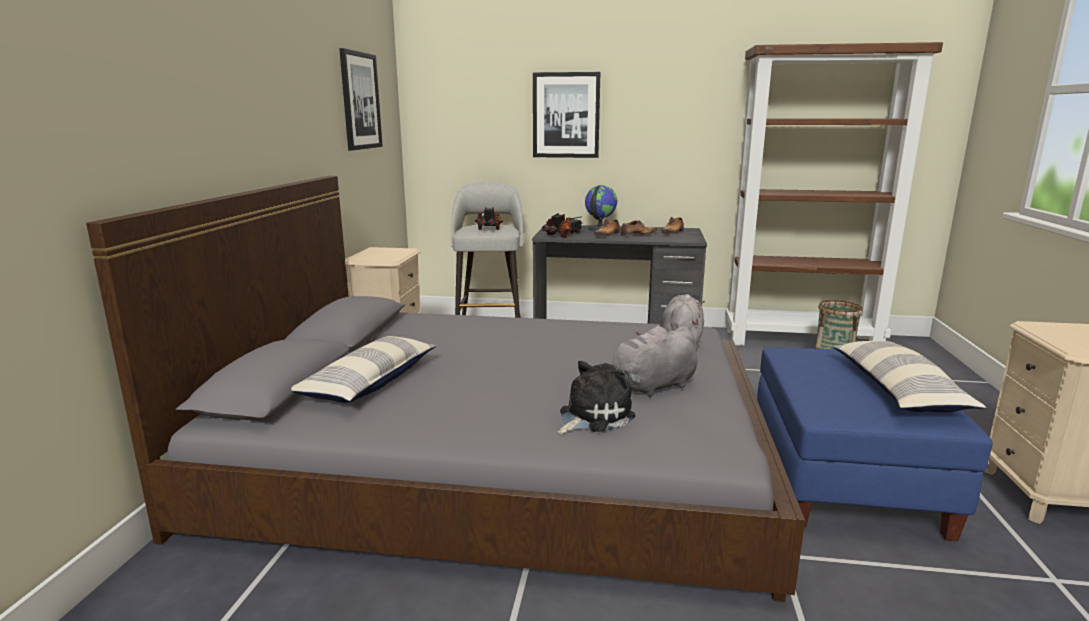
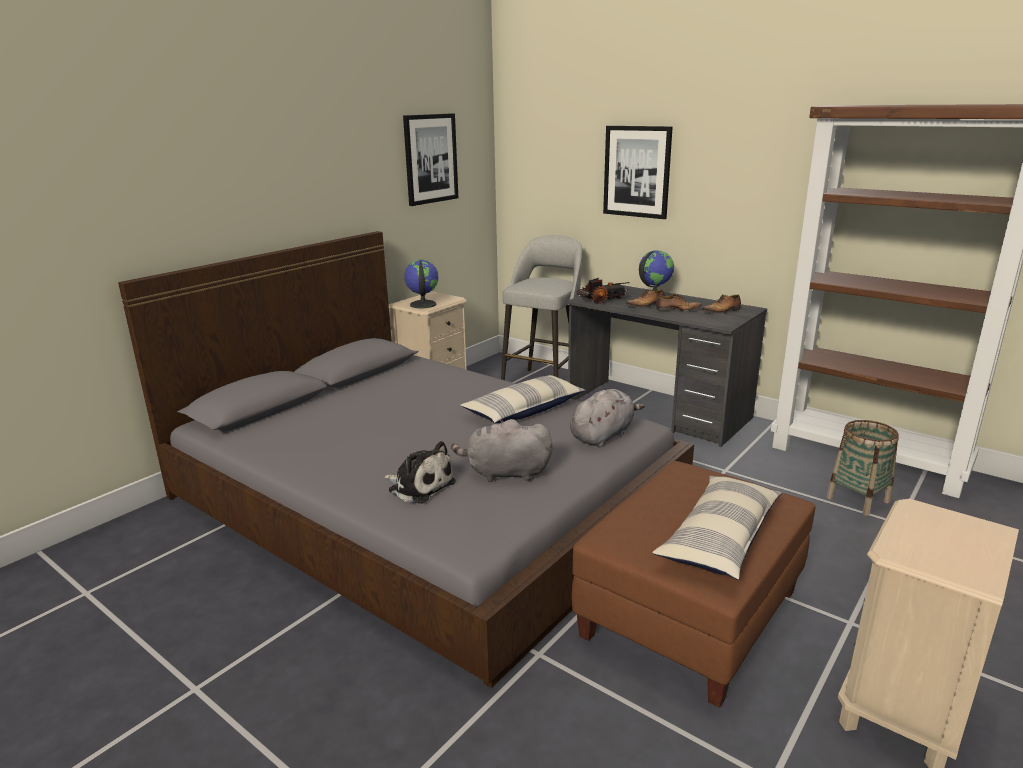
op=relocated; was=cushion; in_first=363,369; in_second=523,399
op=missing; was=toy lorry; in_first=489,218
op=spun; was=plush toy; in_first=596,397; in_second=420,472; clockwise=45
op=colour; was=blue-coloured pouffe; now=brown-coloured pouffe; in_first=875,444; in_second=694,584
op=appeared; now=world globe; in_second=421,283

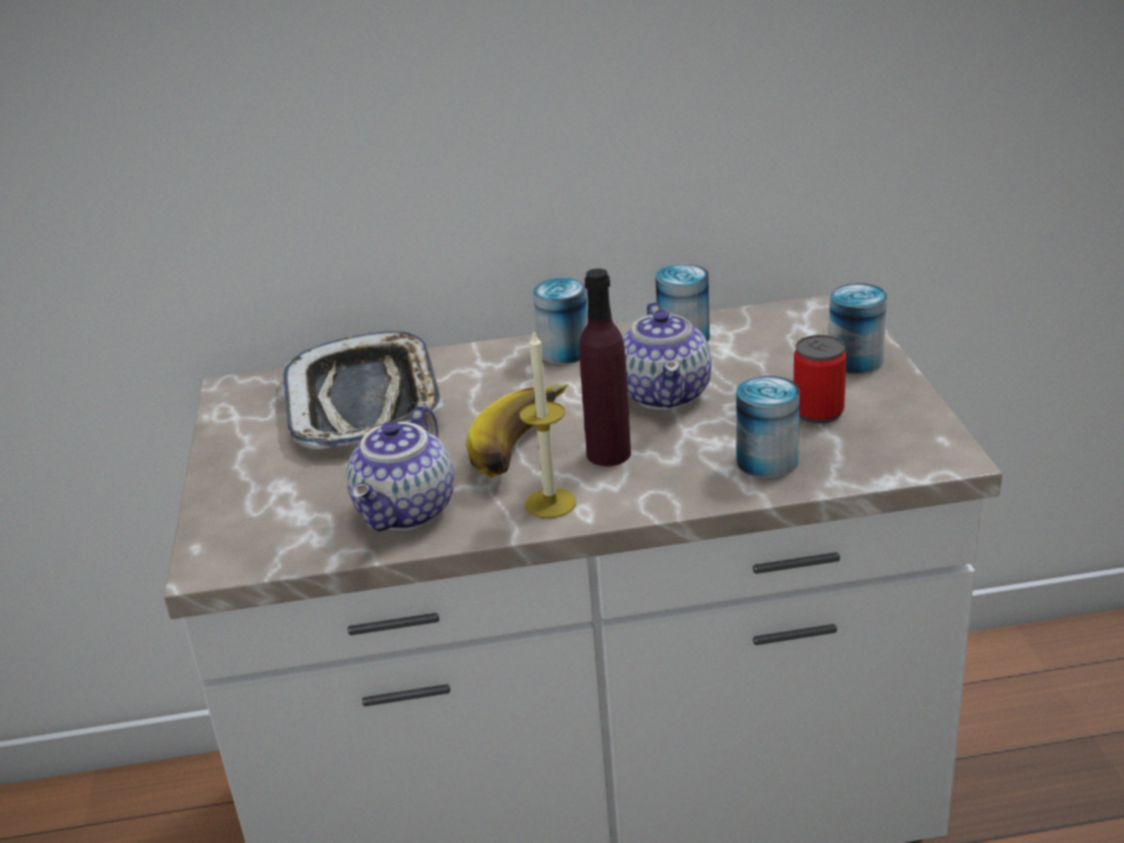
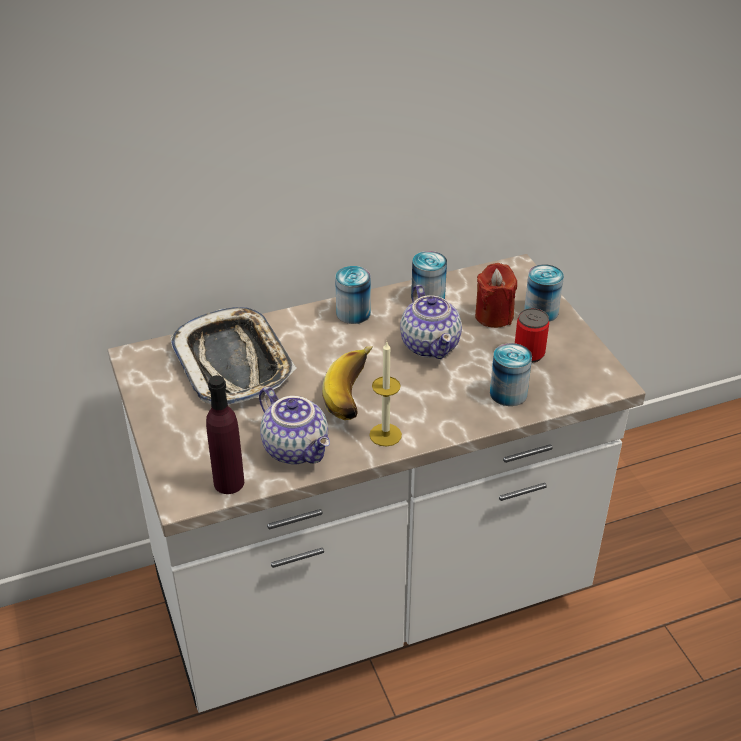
op=spun; was=teapot; in_first=400,468; in_second=294,426; clockwise=-45
op=relocated; was=purple drink bottle; in_first=605,367; in_second=225,434
op=appeared; now=reddish candle; in_second=496,295

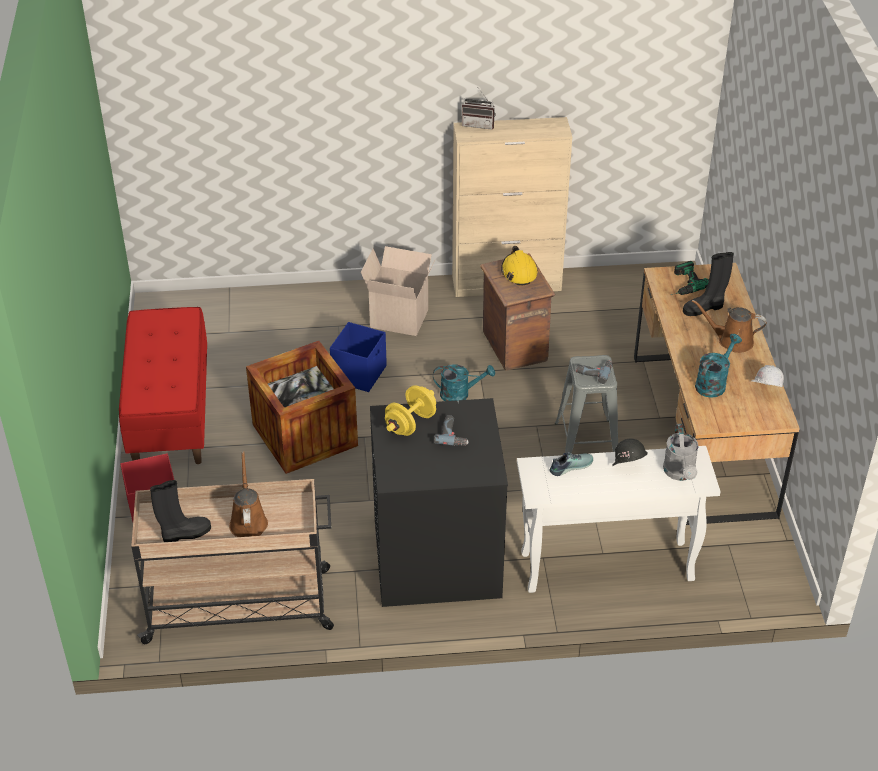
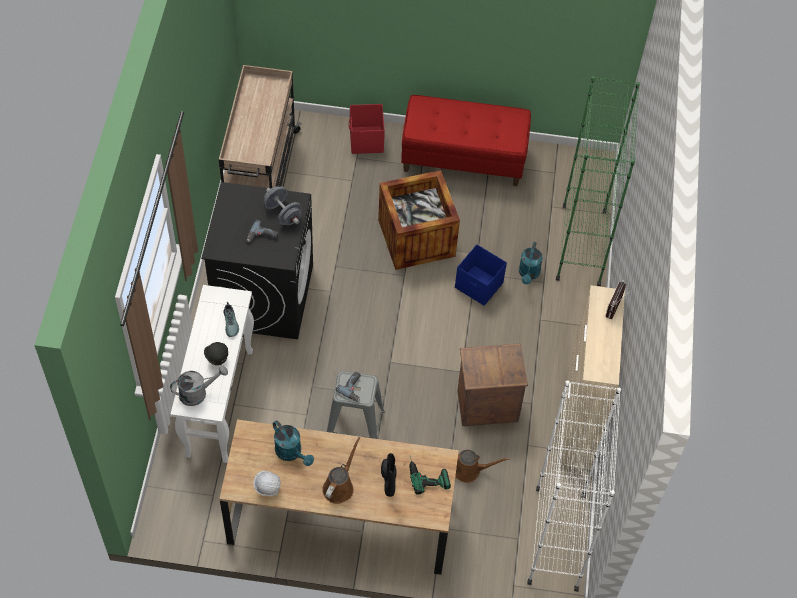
op=missing; was=black-coloured high-top boot; in_first=180,511
op=relocated; was=brown-coloured watering pot; in_first=248,494; in_second=482,466
op=missing; was=carton; in_first=398,291
op=colour; was=yellowish hand weight; now=greyish hand weight; in_first=410,410; in_second=282,205
op=relocated; was=blue-green watering pot; in_first=464,382; in_second=531,263
op=missing; was=yellowish work helmet; in_first=519,265
op=spun; was=greyish watering pot; in_first=681,452; in_second=199,385; clockwise=150
op=appeared; now=whitish bookcase; in_second=574,486
op=appeared; now=green bookcase; in_second=598,181

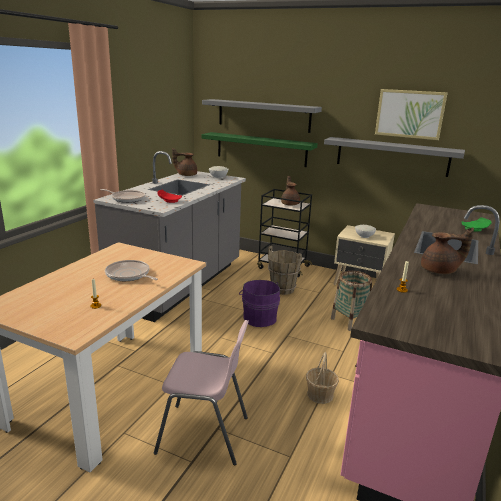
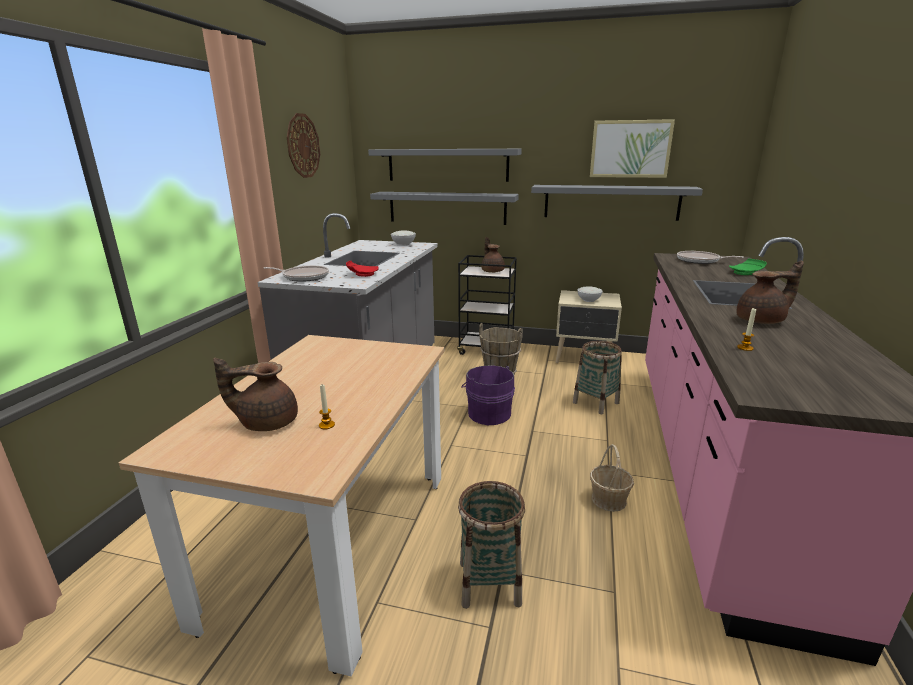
op=relocated; was=skillet; in_first=131,270; in_second=710,257
op=exchanged; was=pink-coloured plain chair; now=household basket; in_first=201,392; in_second=491,545
op=relocated; was=brown-coloured teapot; in_first=184,162; in_second=255,394
op=colour; was=green wall shelf; now=greyish wall shelf; in_first=259,149; in_second=444,208
op=appeared; now=hanging clock; in_second=303,145

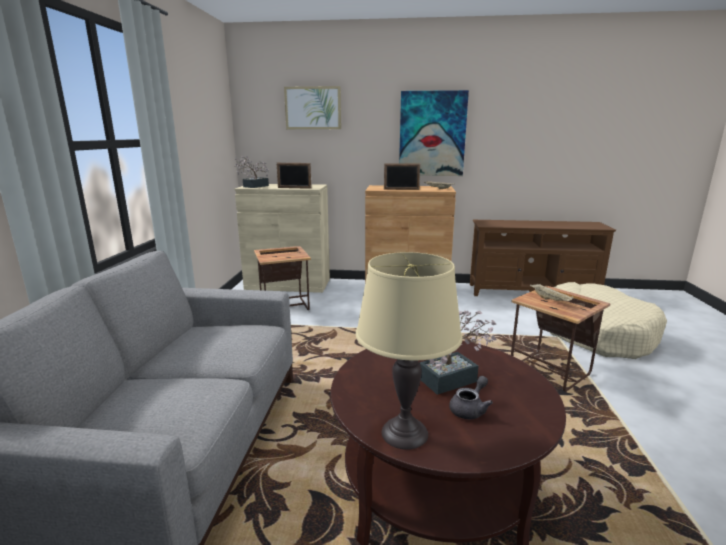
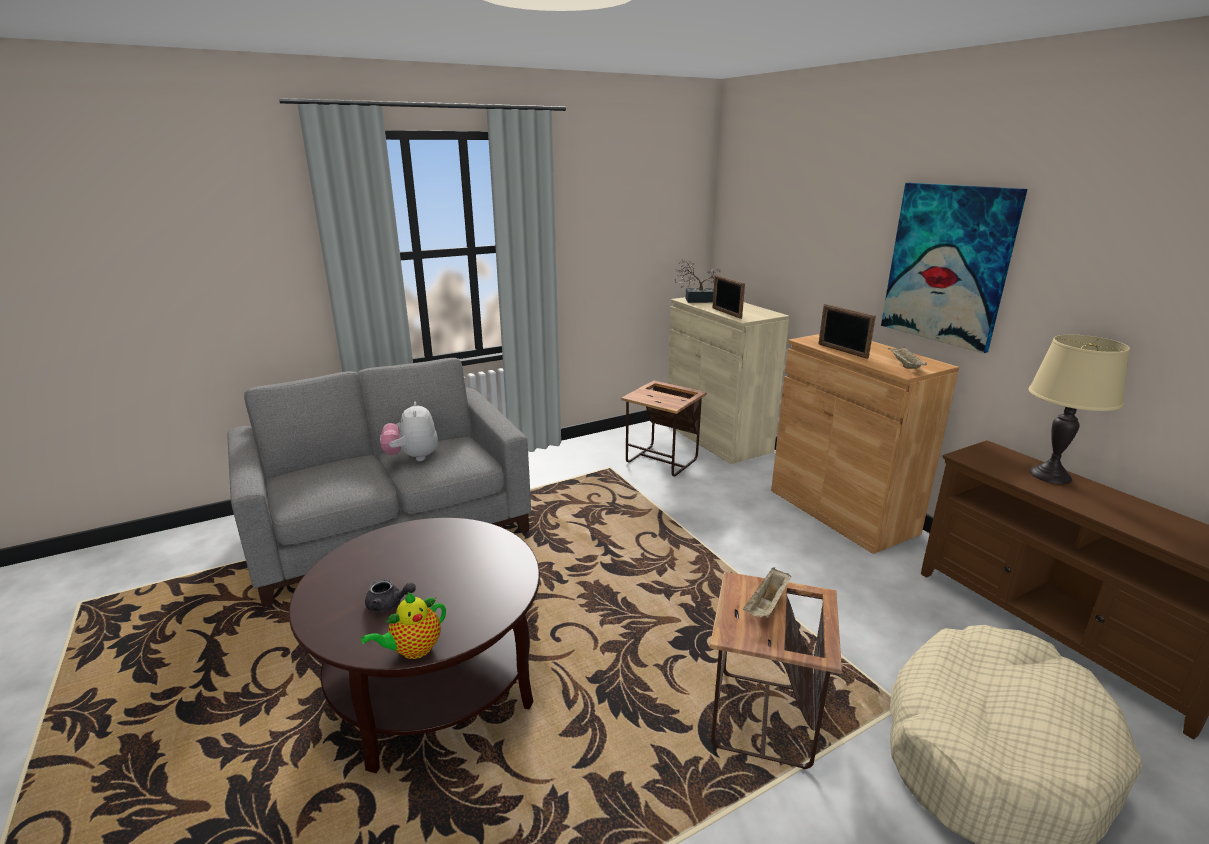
op=missing; was=wall picture; in_first=312,107
op=relocated; was=beige table lamp; in_first=409,351; in_second=1079,409
op=missing; was=potted plant; in_first=458,353
op=appeared; now=teapot; in_second=403,625
op=appeared; now=plush toy; in_second=409,431

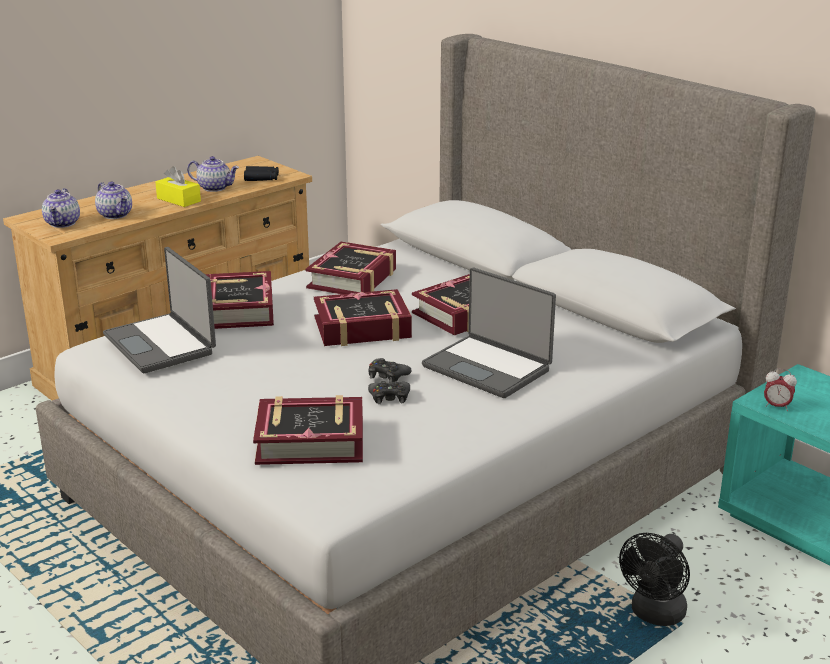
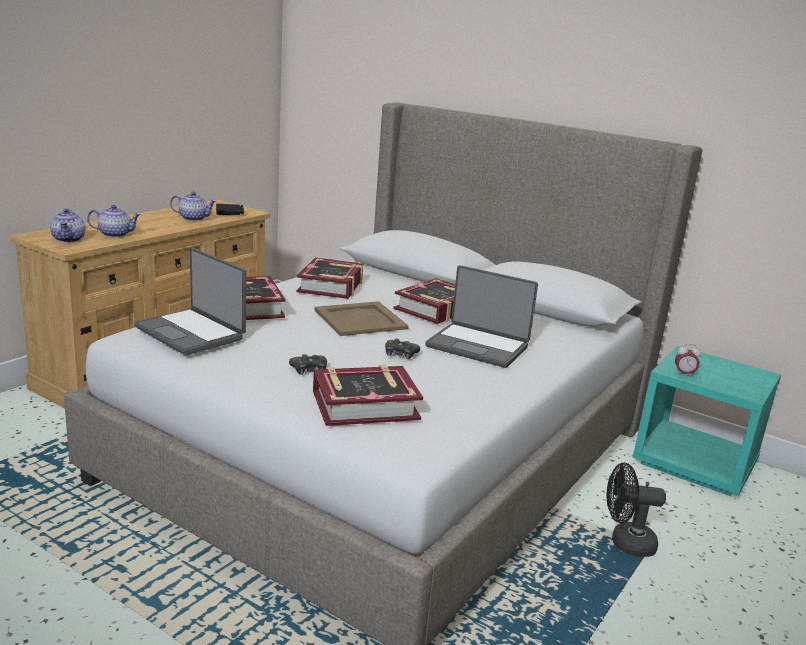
op=spun; was=teapot; in_first=113,200; in_second=114,221; clockwise=-45
op=missing; was=yellowish box of tissues; in_first=178,186
op=exchanged; was=volume; now=beige carrying tray; in_first=363,317; in_second=361,318
op=relocated; was=black-coloured joypad; in_first=389,392; in_second=308,364
op=spun; was=black-coloured electric fan; in_first=654,579; in_second=636,510; clockwise=75

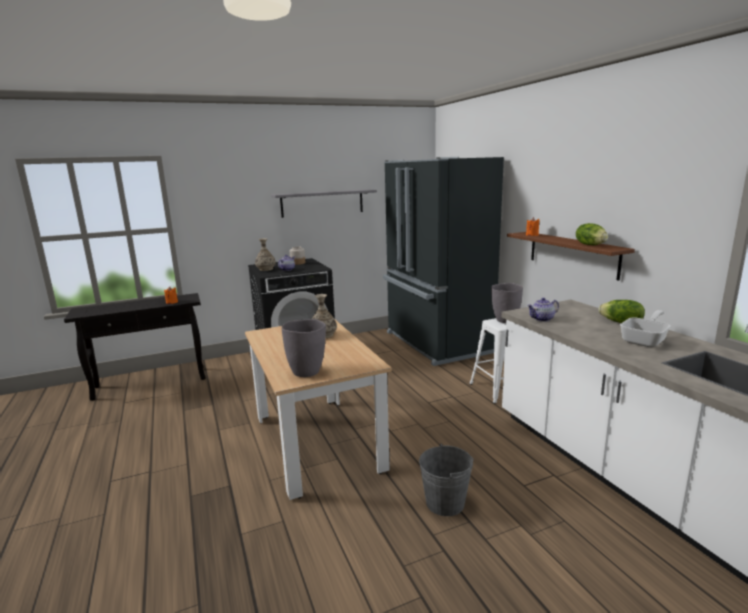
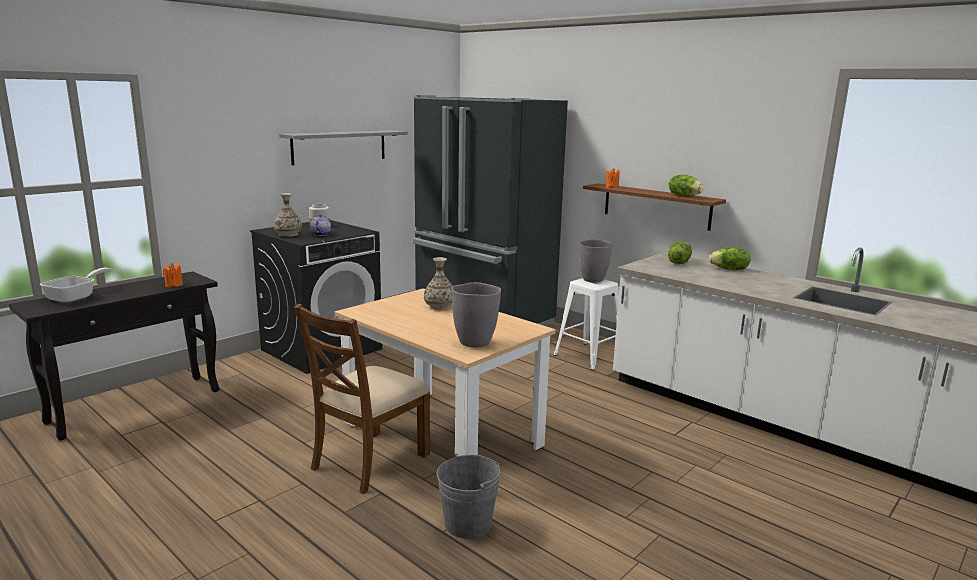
op=relocated; was=greyish water bucket; in_first=446,479; in_second=468,496
op=missing; was=teapot; in_first=543,310
op=relocated; was=skillet; in_first=645,328; in_second=76,285
op=appeared; now=brown-coloured plain chair; in_second=362,399
op=appeared; now=head of lettuce; in_second=680,252

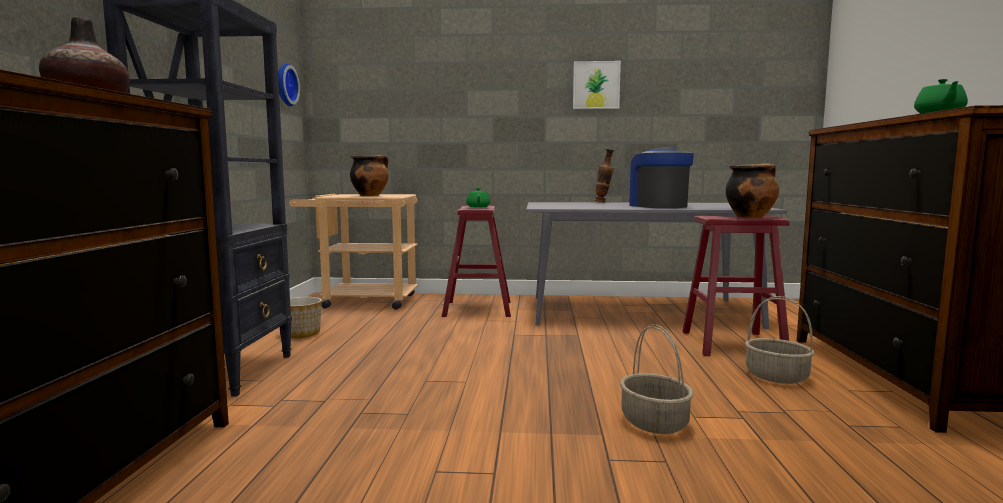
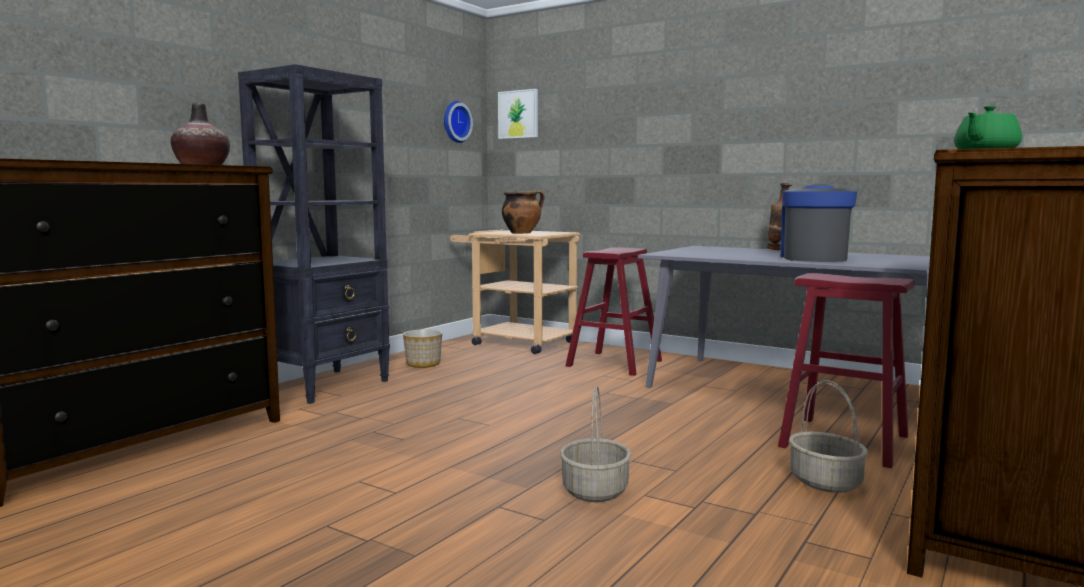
op=missing; was=green teapot; in_first=478,198
op=relocated; was=wall picture; in_first=597,85; in_second=518,114
op=missing; was=saucepot; in_first=752,190

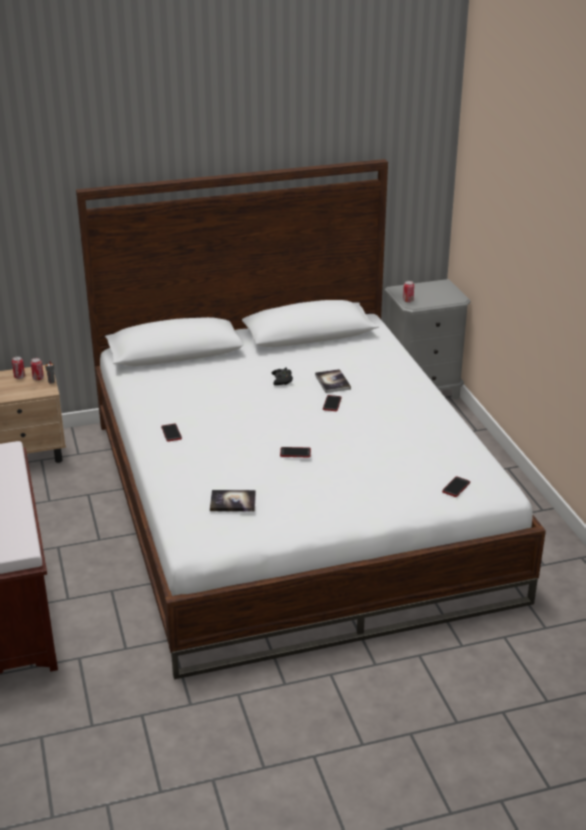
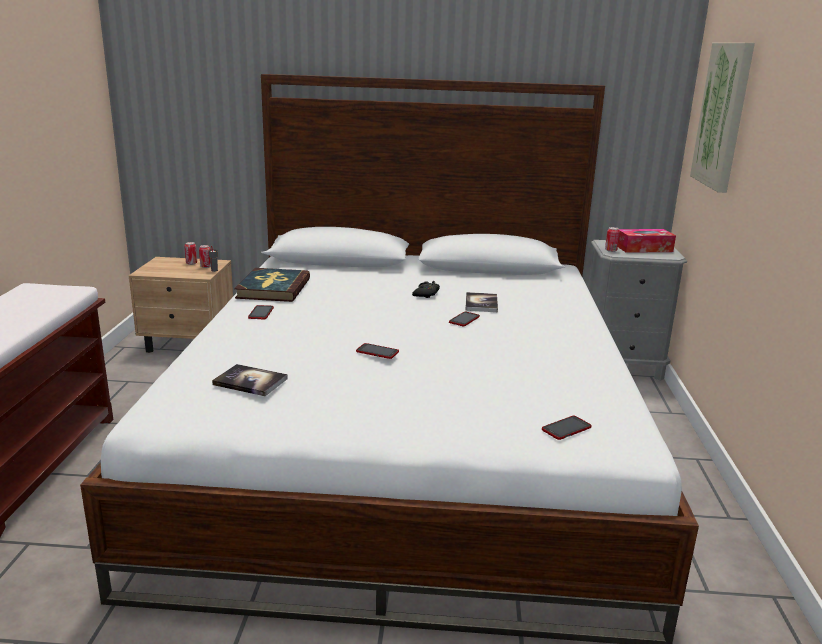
op=appeared; now=volume; in_second=272,285
op=appeared; now=box of tissues; in_second=647,241
op=appeared; now=wall picture; in_second=722,118

